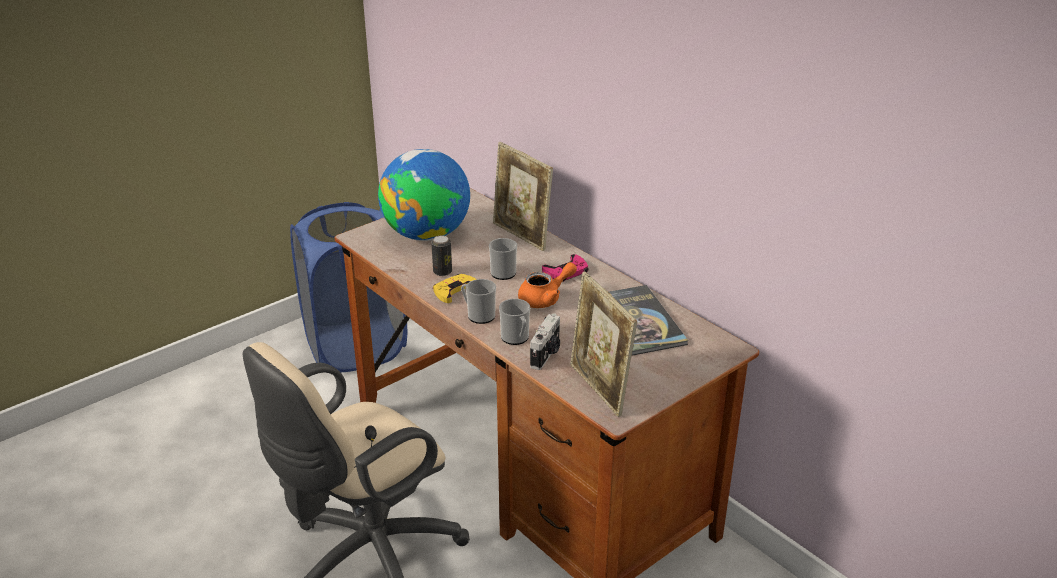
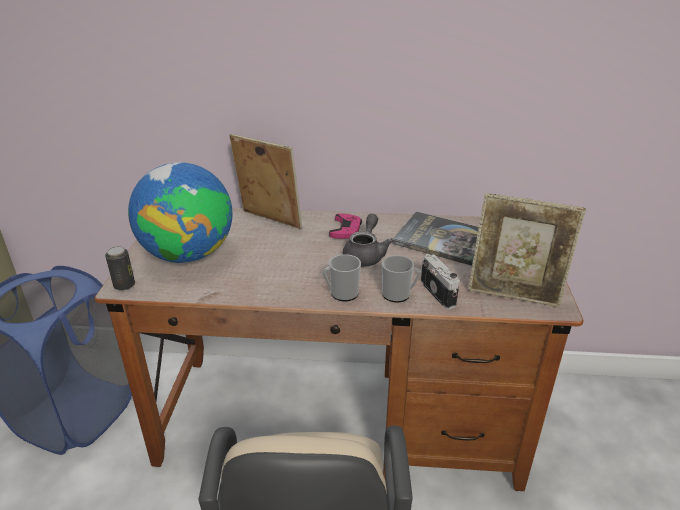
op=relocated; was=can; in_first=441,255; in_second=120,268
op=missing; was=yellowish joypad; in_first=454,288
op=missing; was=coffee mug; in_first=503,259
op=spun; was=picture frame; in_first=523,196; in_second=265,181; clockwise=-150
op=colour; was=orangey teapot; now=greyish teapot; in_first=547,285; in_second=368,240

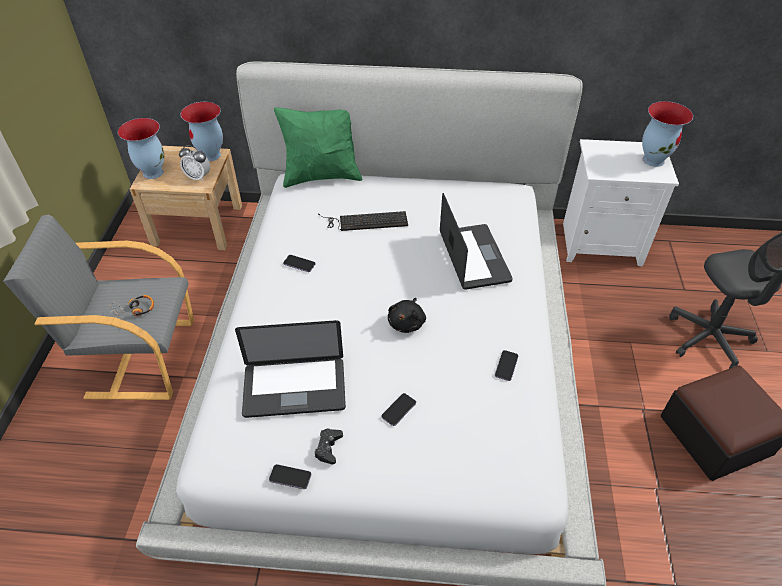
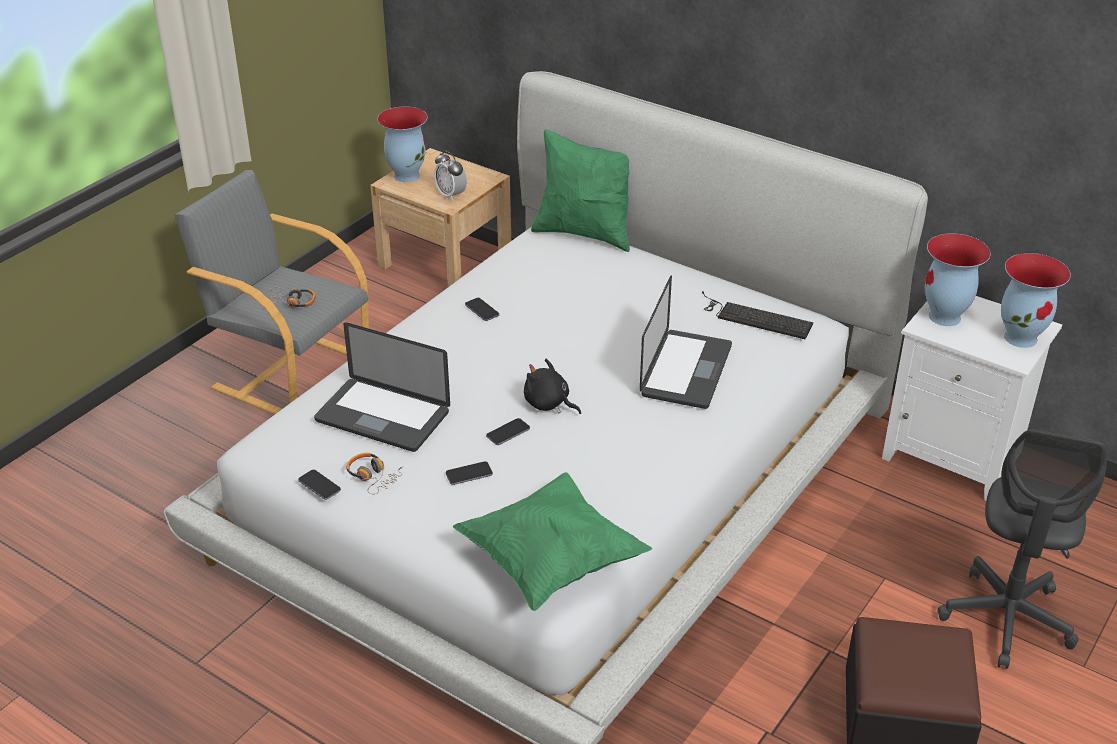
op=relocated; was=decorative vase; in_first=201,131; in_second=958,279
op=exchanged; was=black-coloured joypad; now=pair of headphones; in_first=328,447; in_second=375,474
op=relocated; was=computer keyboard; in_first=363,221; in_second=757,315
op=spun; was=black-coloured plush toy; in_first=407,315; in_second=552,386; clockwise=75
op=relocated; was=phone; in_first=506,365; in_second=508,431
op=appeared; now=green cushion; in_second=552,541

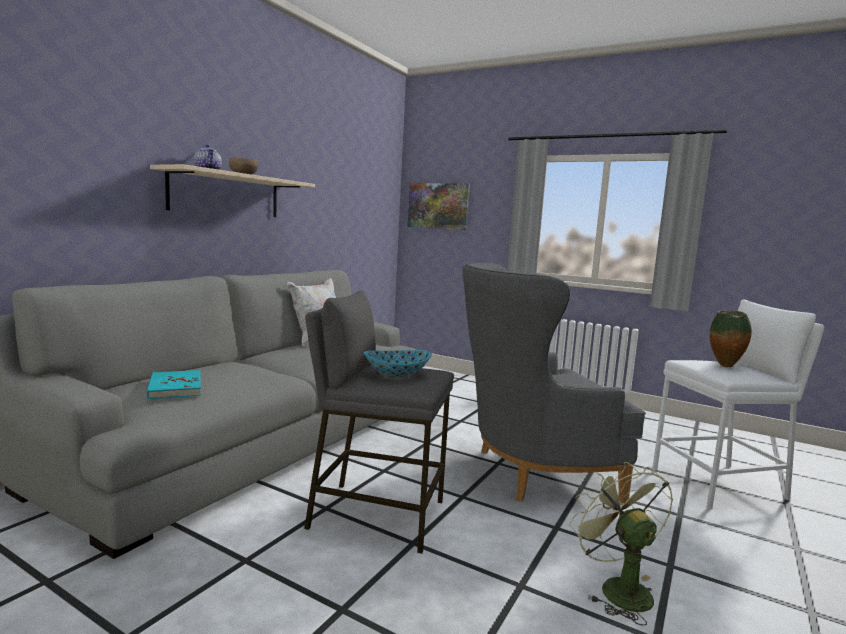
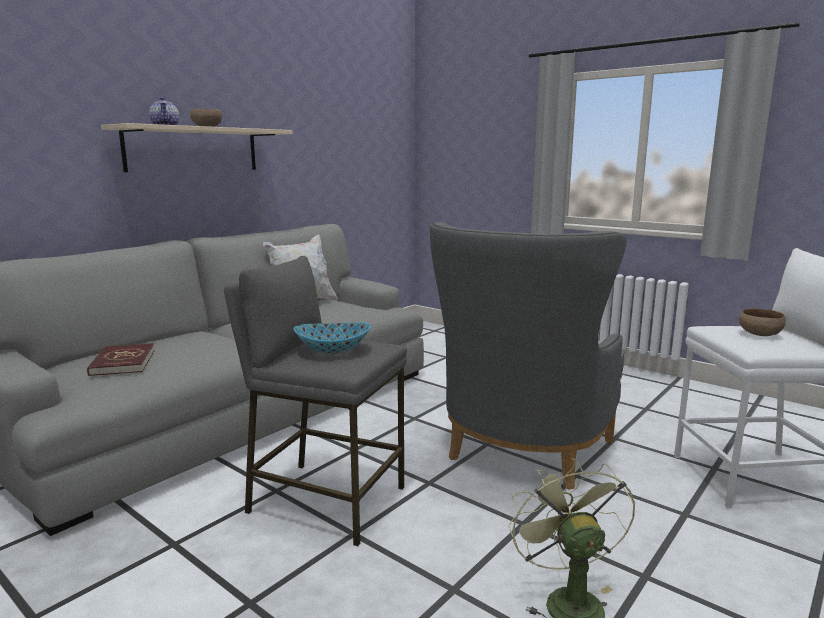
op=colour; was=blue-green volume; now=reddish volume; in_first=174,384; in_second=121,359
op=missing; was=wall picture; in_first=439,206
op=spun; was=greyish easy chair; in_first=554,383; in_second=528,356; clockwise=-60
op=exchanged; was=decorative vase; now=brown-coloured bowl; in_first=731,339; in_second=762,322

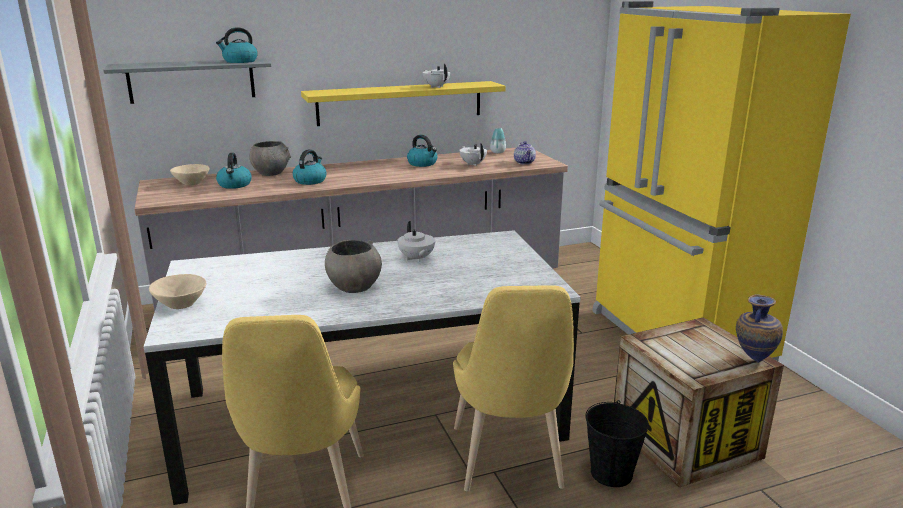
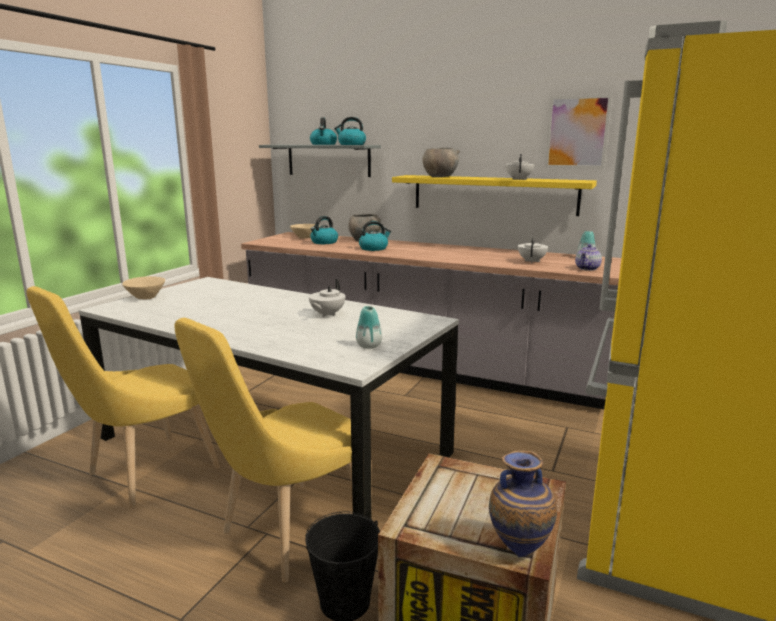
op=relocated; was=greyish bowl; in_first=353,266; in_second=441,162
op=relocated; was=water kettle; in_first=422,151; in_second=323,131
op=appeared; now=decorative vase; in_second=369,327
op=appeared; now=wall picture; in_second=578,131

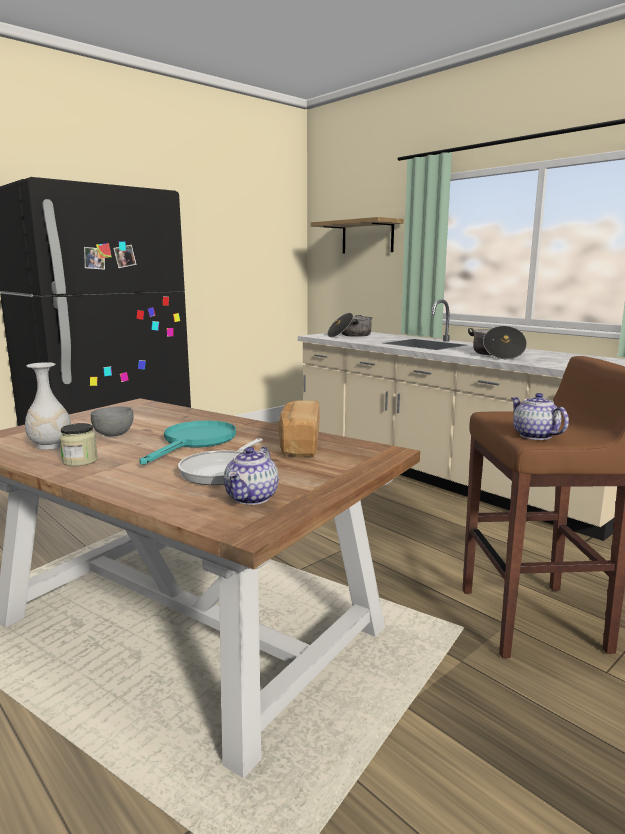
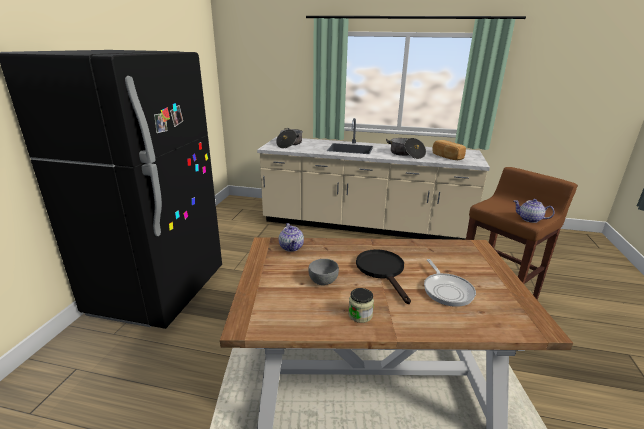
op=missing; was=whitish decorative vase; in_first=48,406
op=colour; was=blue-green skillet; now=black-coloured skillet; in_first=187,443; in_second=383,276
op=relocated; was=teapot; in_first=251,476; in_second=291,237
op=relocated; was=baked bread; in_first=299,428; in_second=449,150
op=missing; was=wall shelf; in_first=357,235

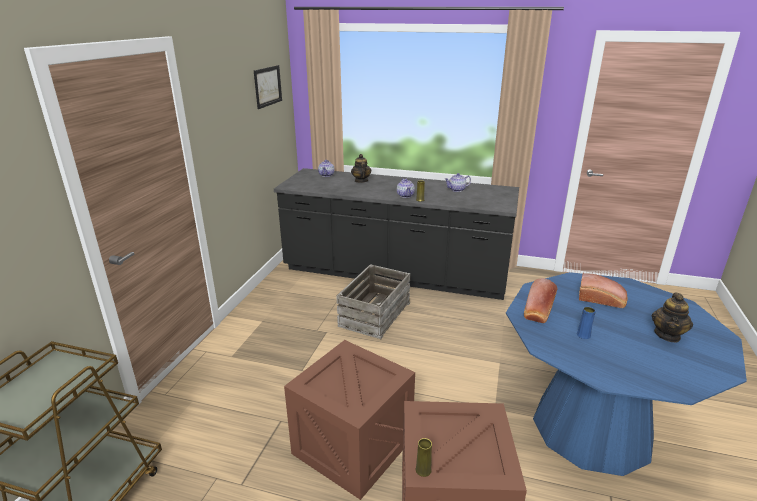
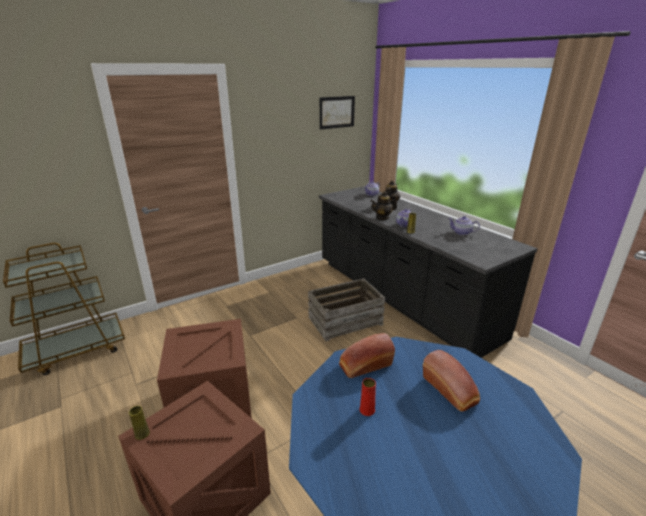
op=colour; was=blue-coloured decorative vase; now=reddish decorative vase; in_first=586,323; in_second=368,397
op=relocated; was=teapot; in_first=672,317; in_second=383,205

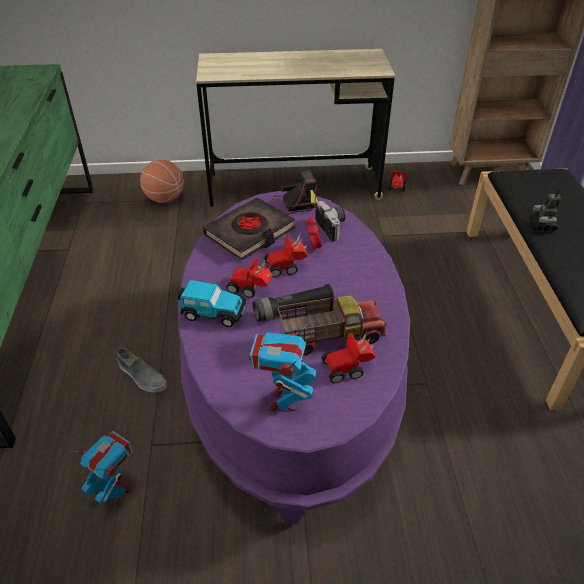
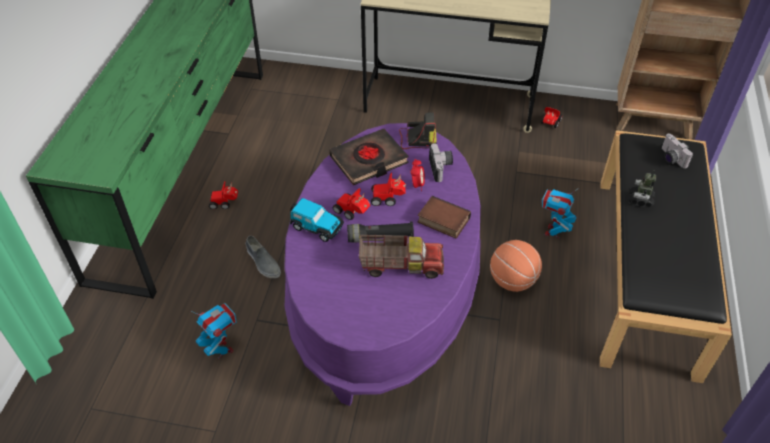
op=relocated; was=basketball; in_first=162,181; in_second=516,266
op=relocated; was=model robot; in_first=282,366; in_second=560,213
op=relocated; was=toy car; in_first=348,357; in_second=223,195
op=appeared; now=volume; in_second=444,217
op=appeared; now=photo camera; in_second=677,151

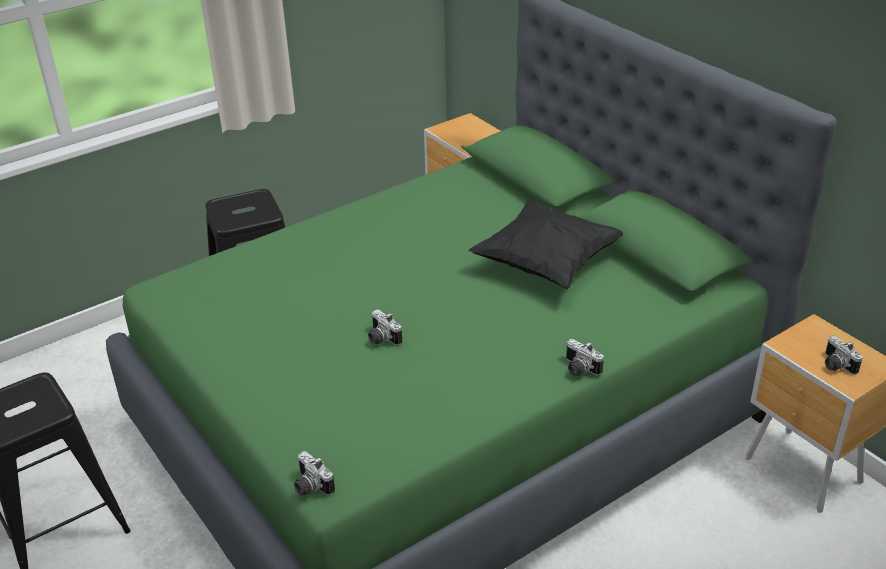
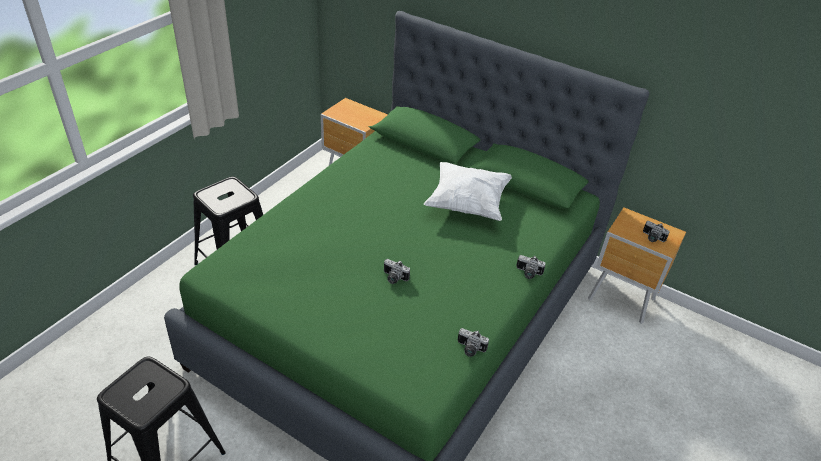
op=relocated; was=photo camera; in_first=314,473; in_second=473,342
op=colour; was=black-coloured cushion; now=whitish cushion; in_first=545,245; in_second=468,191

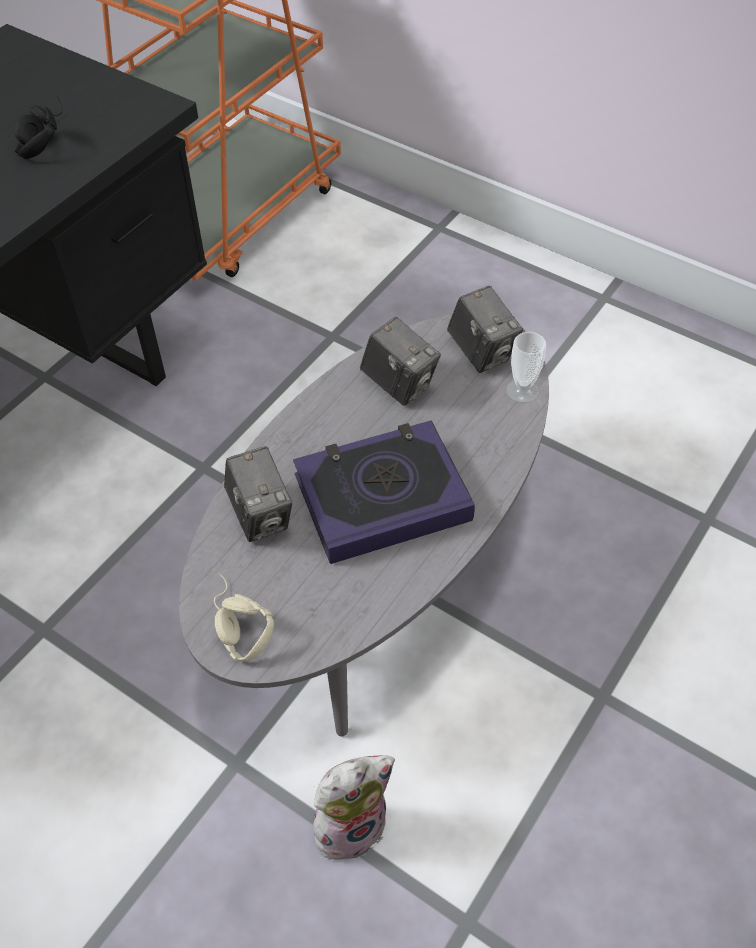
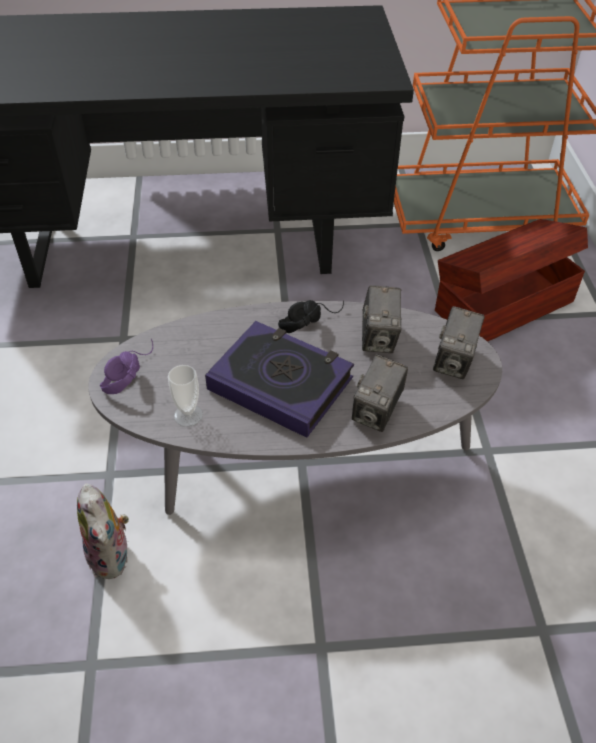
op=relocated; was=black-coloured pair of headphones; in_first=38,127; in_second=311,316
op=colour; was=beige pair of headphones; now=purple pair of headphones; in_first=243,615; in_second=126,366
op=relocated; was=photo camera; in_first=258,494; in_second=380,393
op=spun; was=plush toy; in_first=354,807; in_second=103,531; clockwise=45
op=relocated; was=small cup; in_first=526,367; in_second=185,396
op=appeared; now=brown-coloured storage box; in_second=511,280

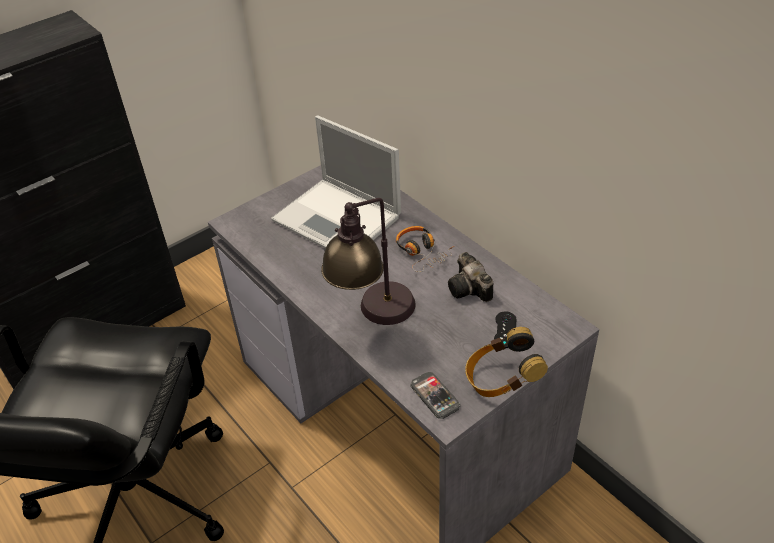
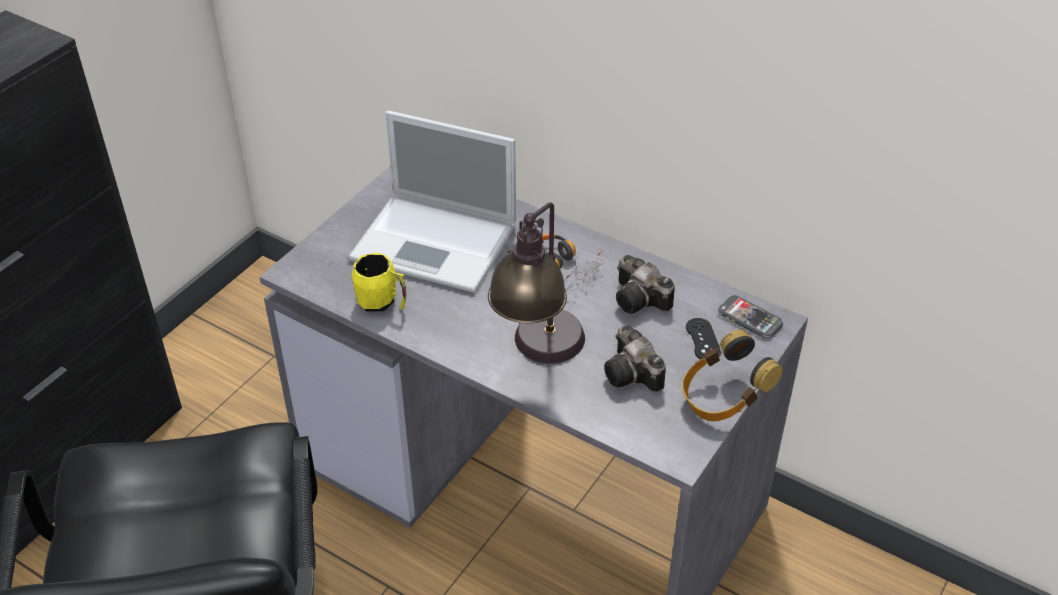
op=relocated; was=phone; in_first=435,395; in_second=750,317
op=appeared; now=yellowish coffee mug; in_second=379,282
op=appeared; now=photo camera; in_second=635,358

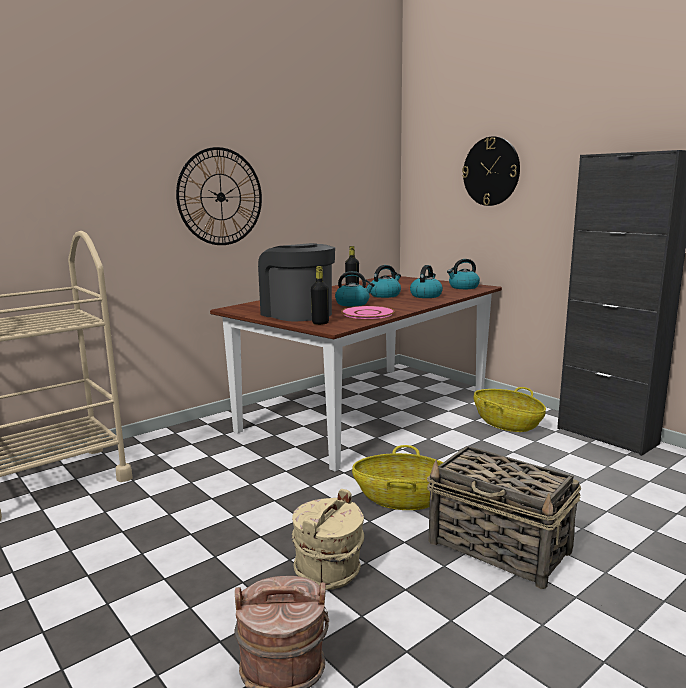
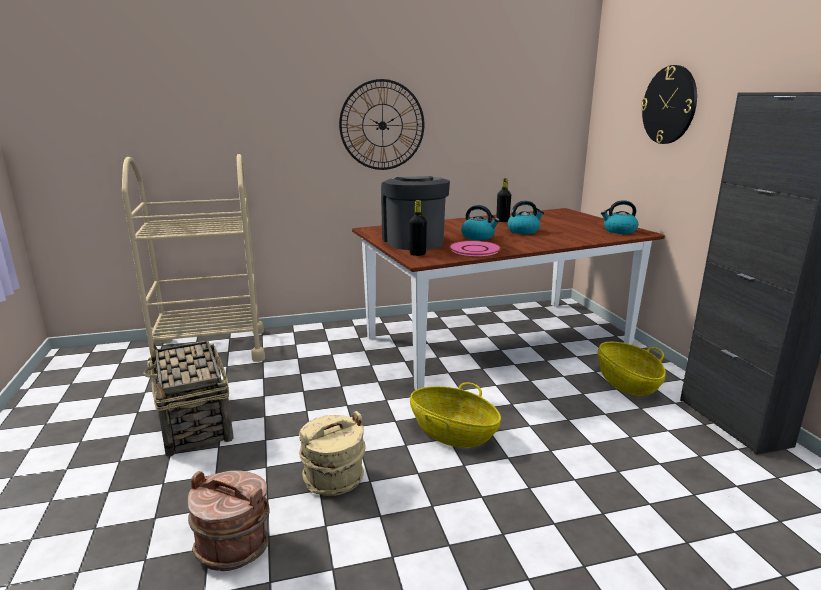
op=missing; was=water kettle; in_first=426,281
op=relocated; was=household basket; in_first=504,517; in_second=188,398

